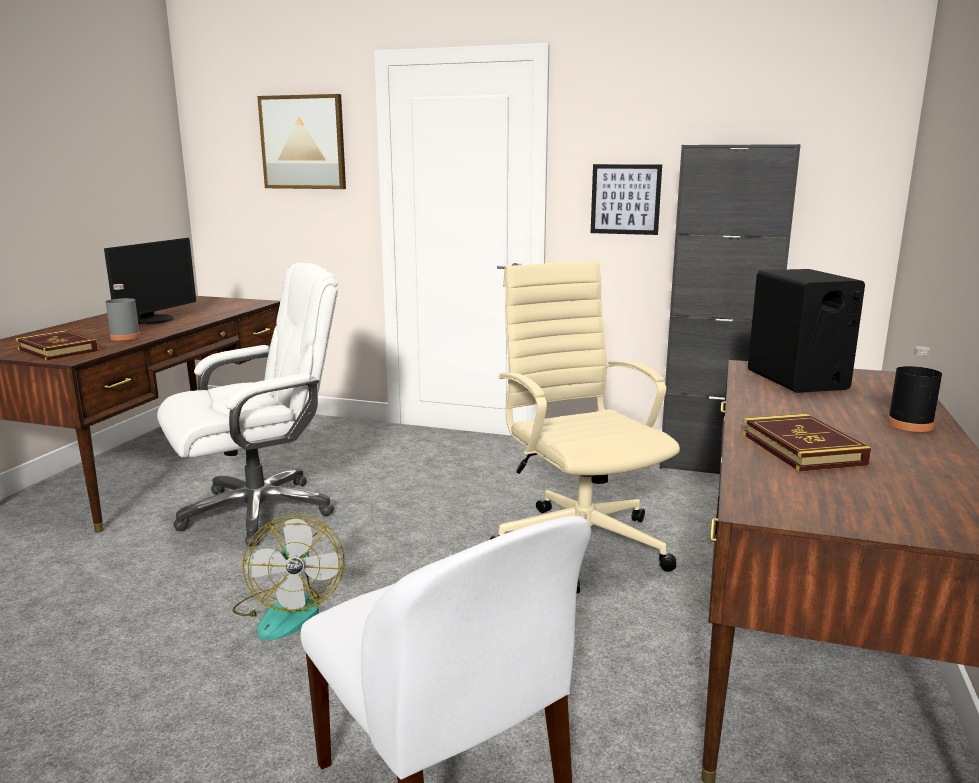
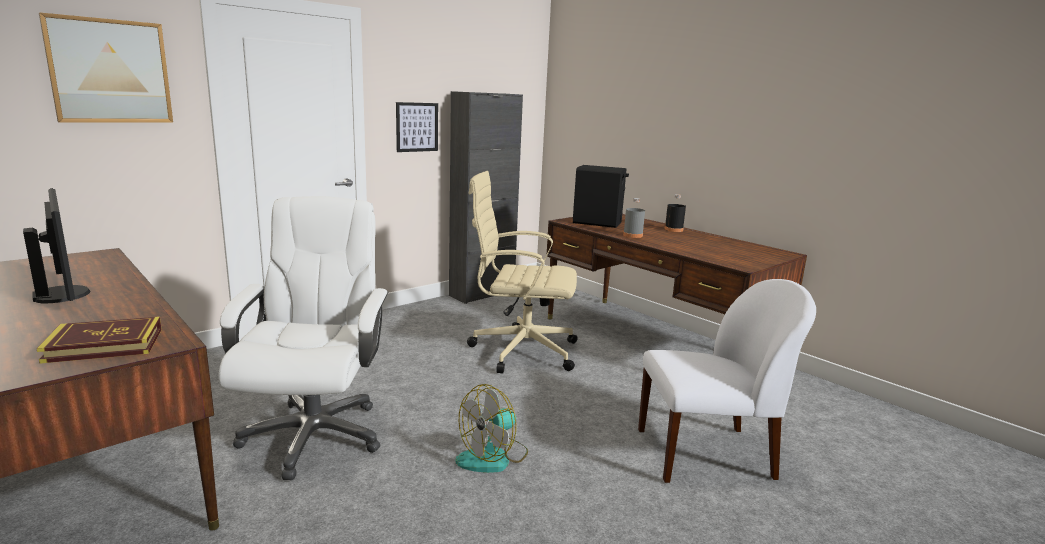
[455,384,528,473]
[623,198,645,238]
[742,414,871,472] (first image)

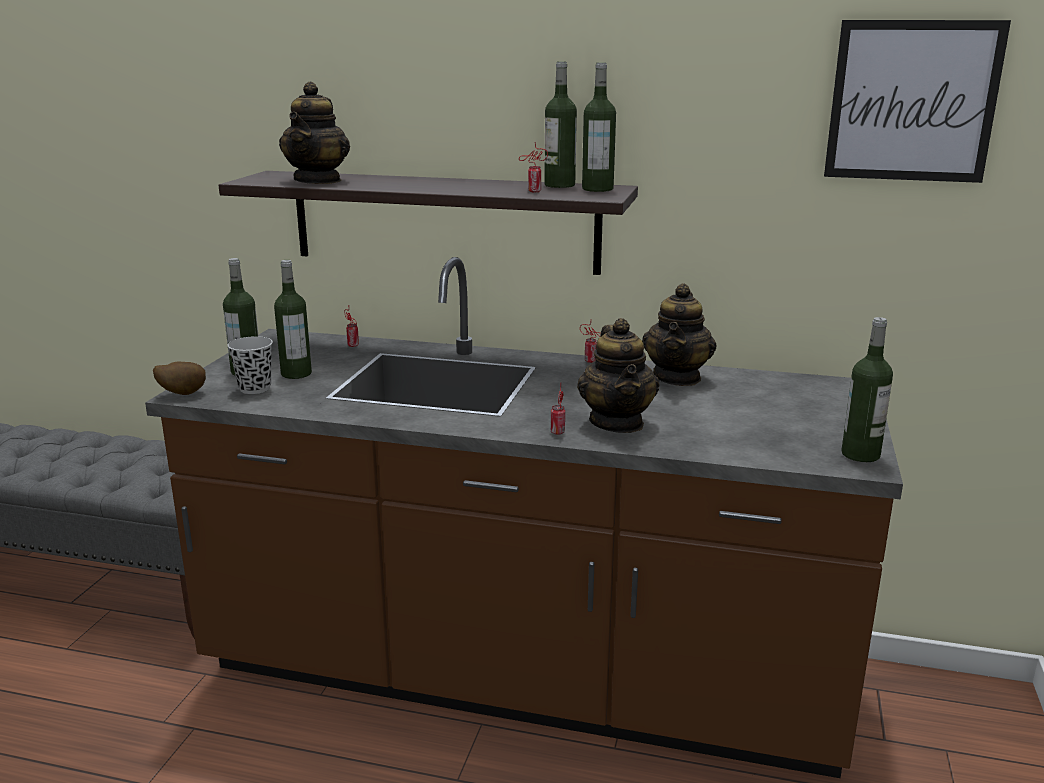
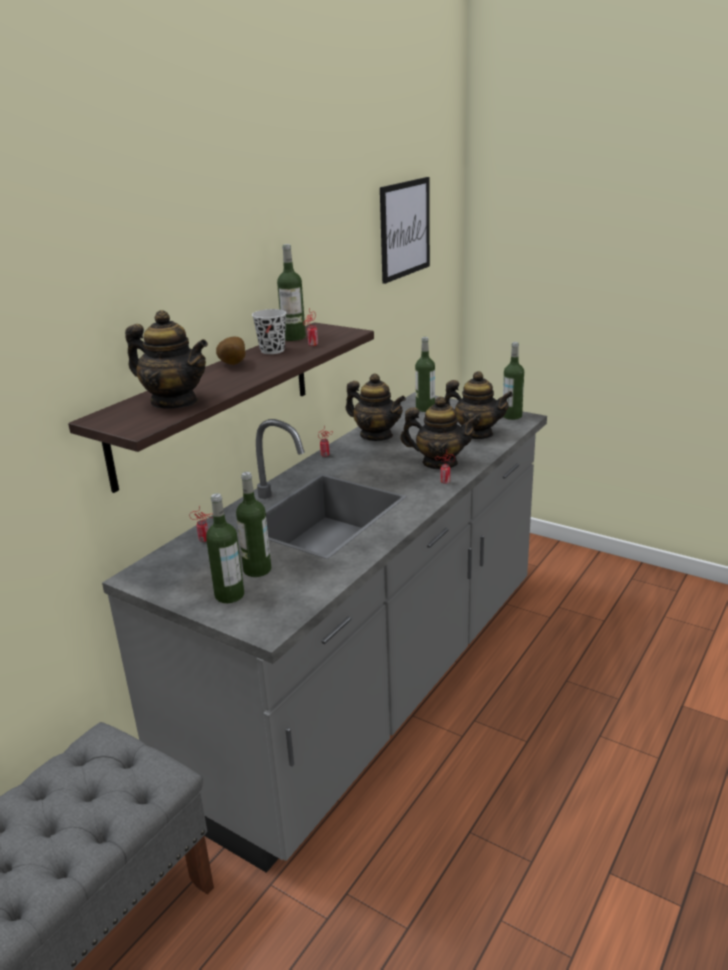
[102,392,547,873]
[216,337,246,365]
[252,309,286,354]
[415,337,435,412]
[444,371,513,439]

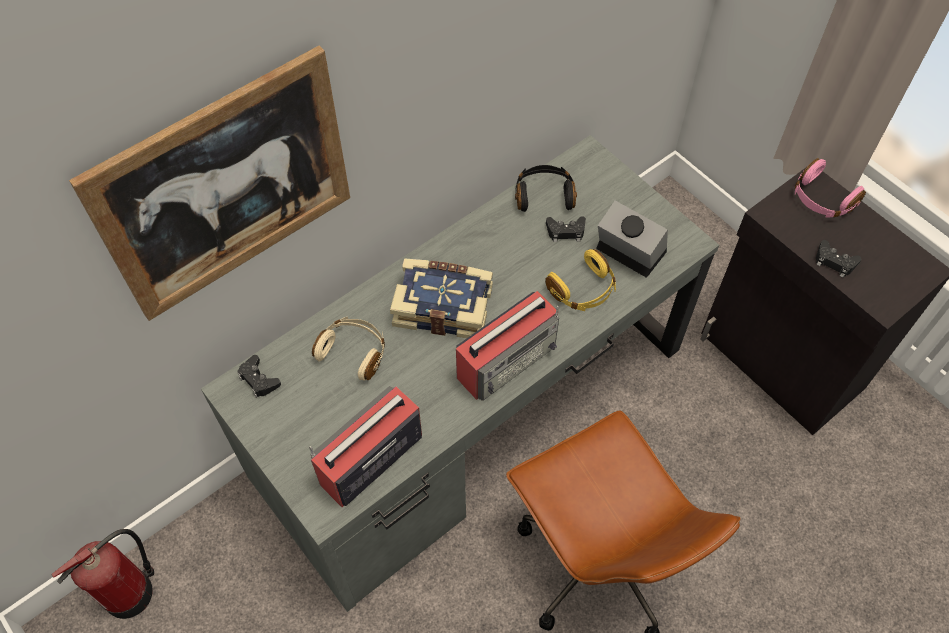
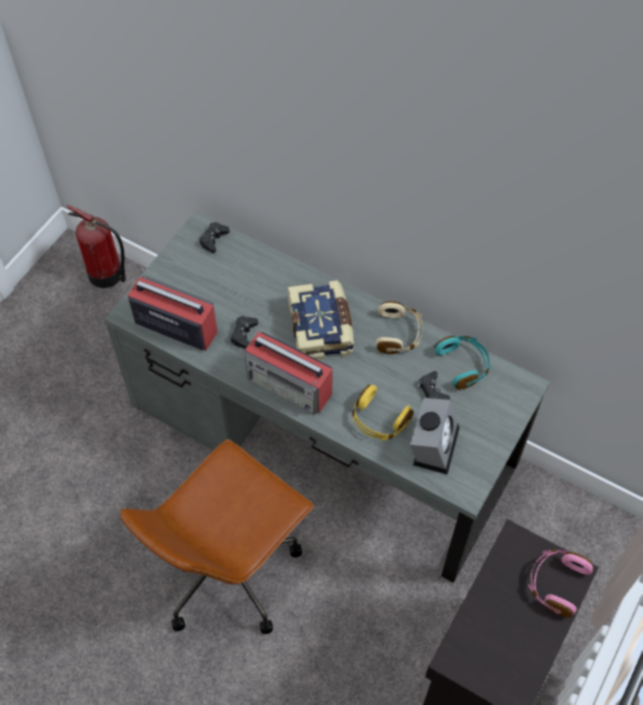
[230,316,258,349]
[376,301,423,354]
[434,336,492,390]
[69,46,350,321] (first image)

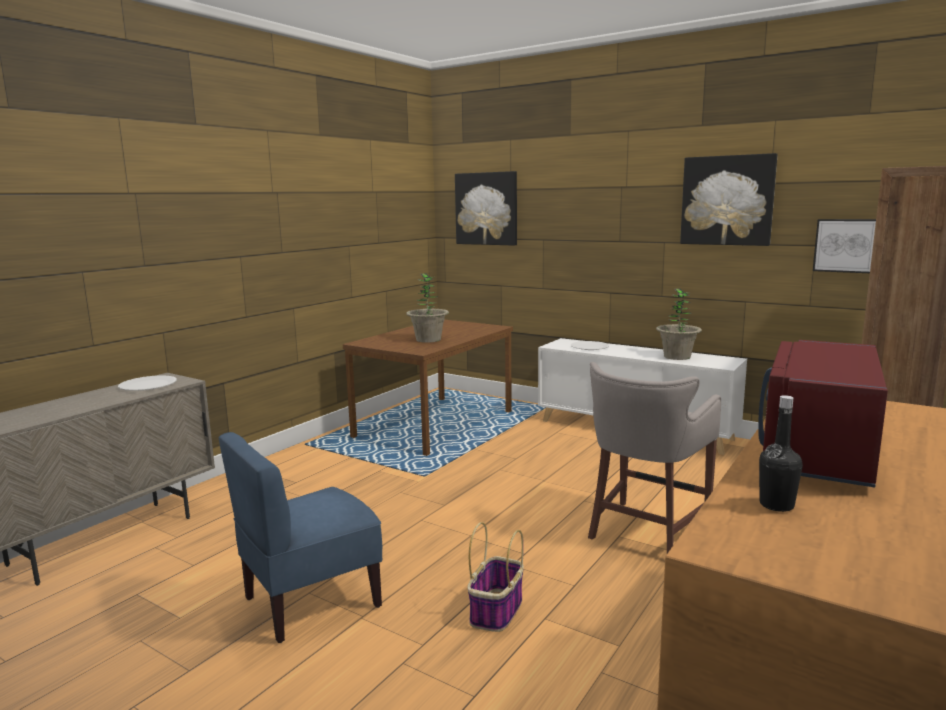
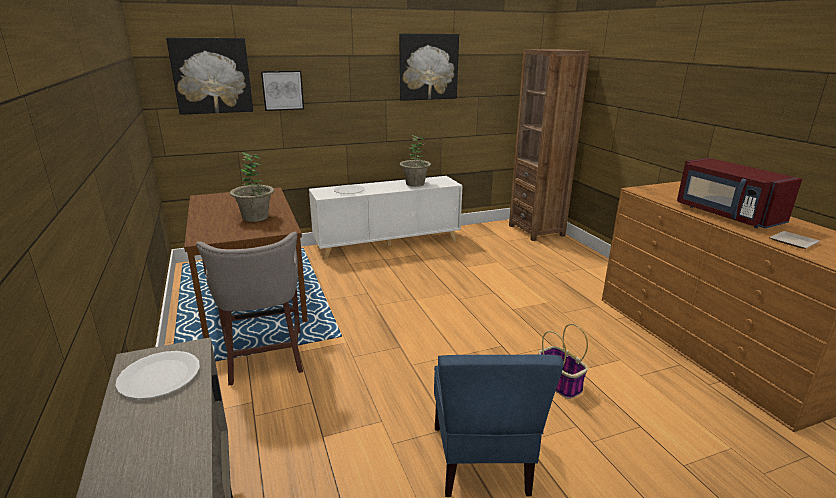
[196,232,303,385]
[261,71,304,111]
[769,231,820,249]

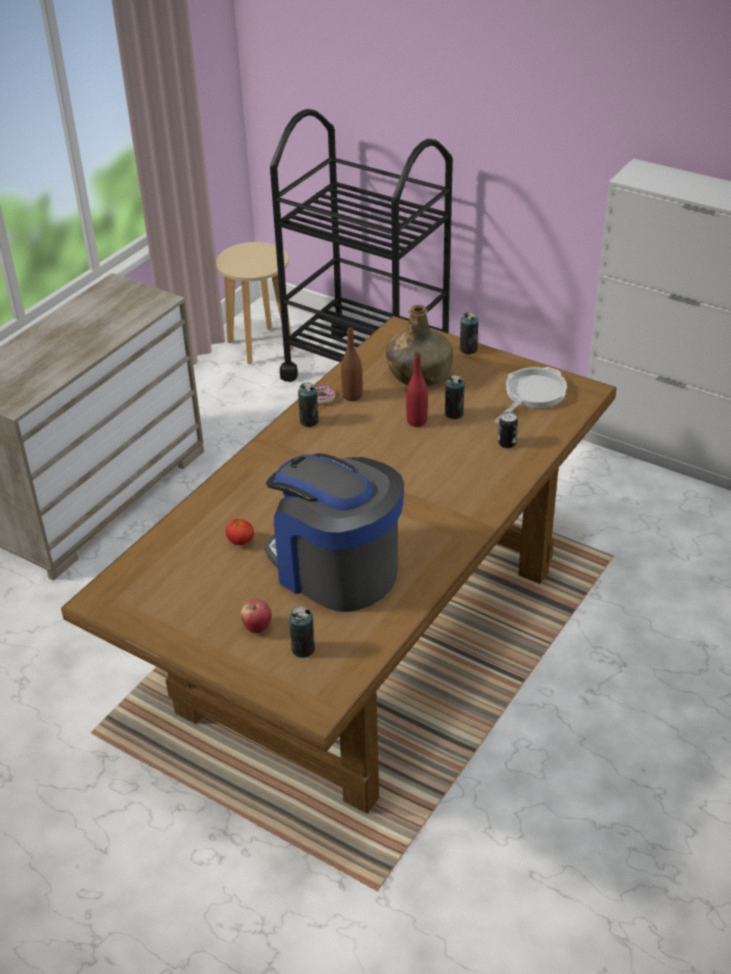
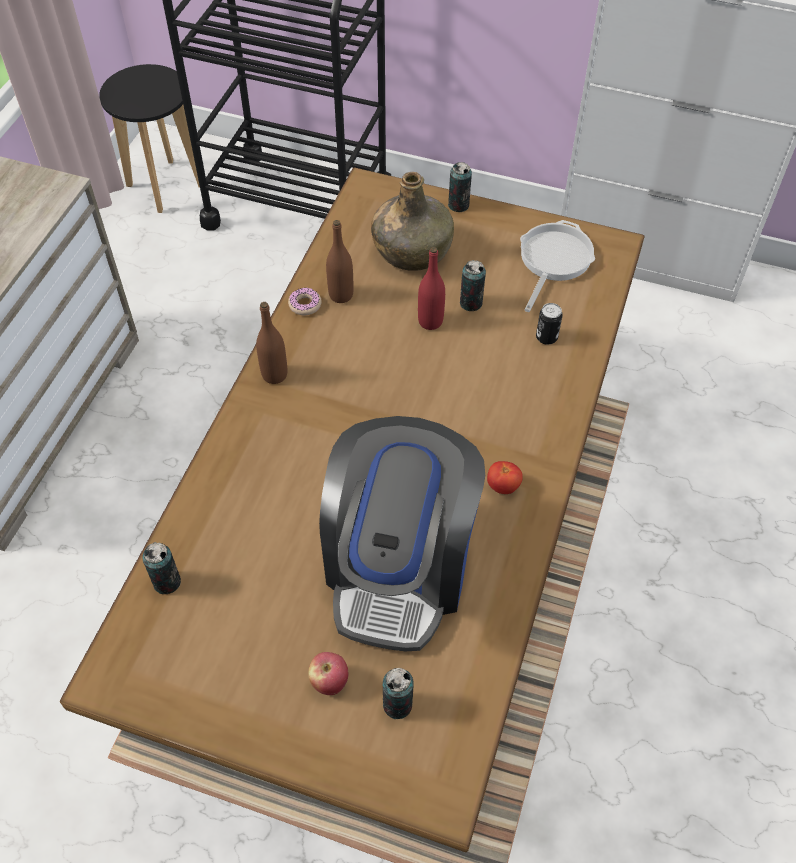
[99,64,200,213]
[142,542,181,594]
[256,302,287,384]
[319,416,485,651]
[487,461,523,494]

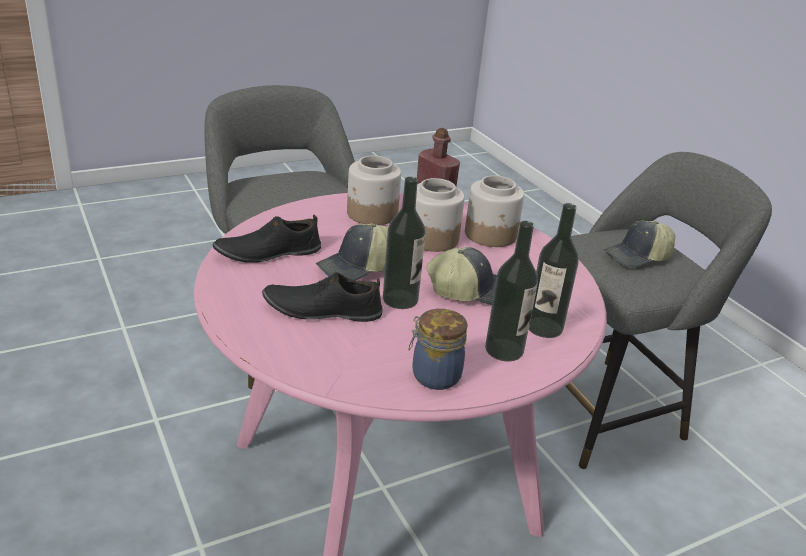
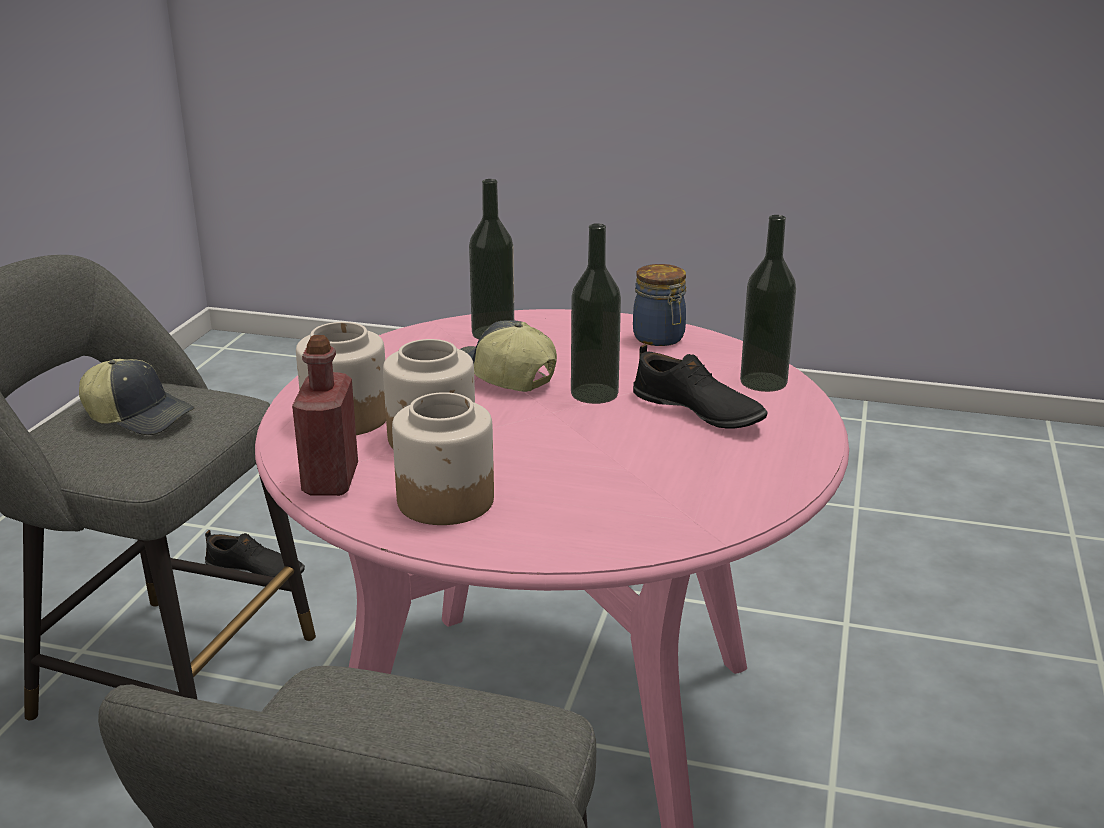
[205,530,305,577]
[740,215,796,392]
[316,223,388,280] (first image)

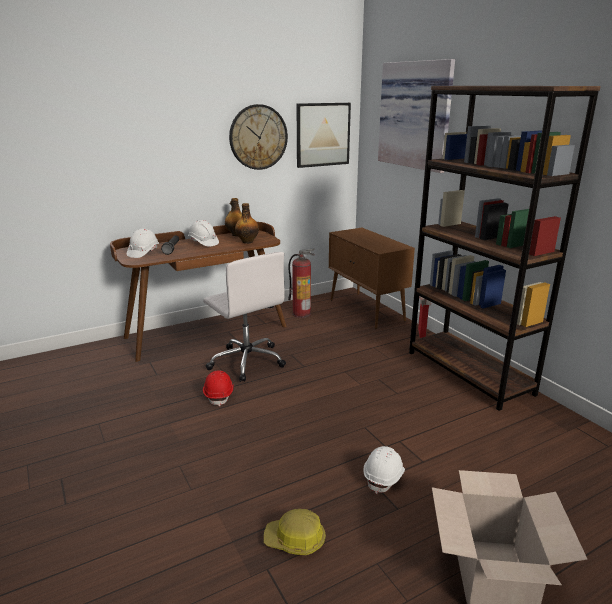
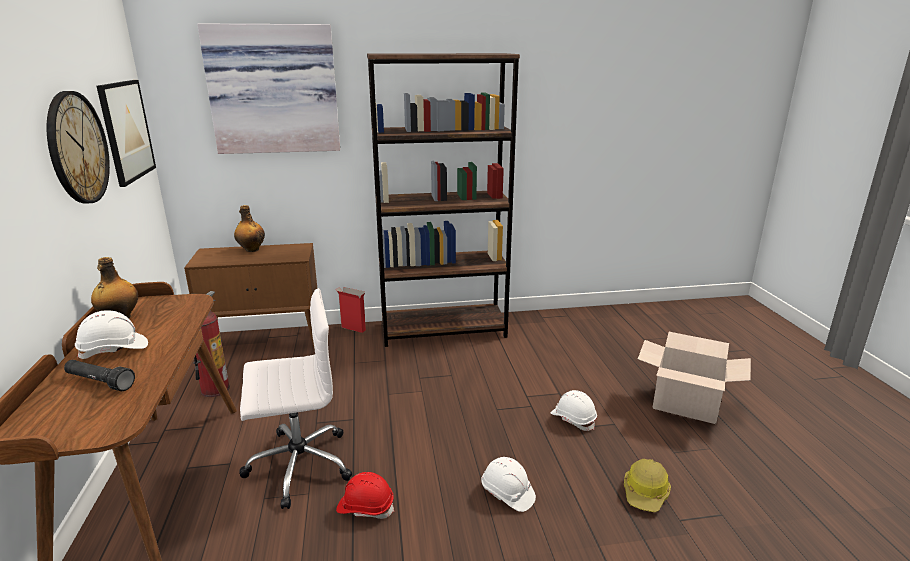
[234,205,265,252]
[481,457,536,512]

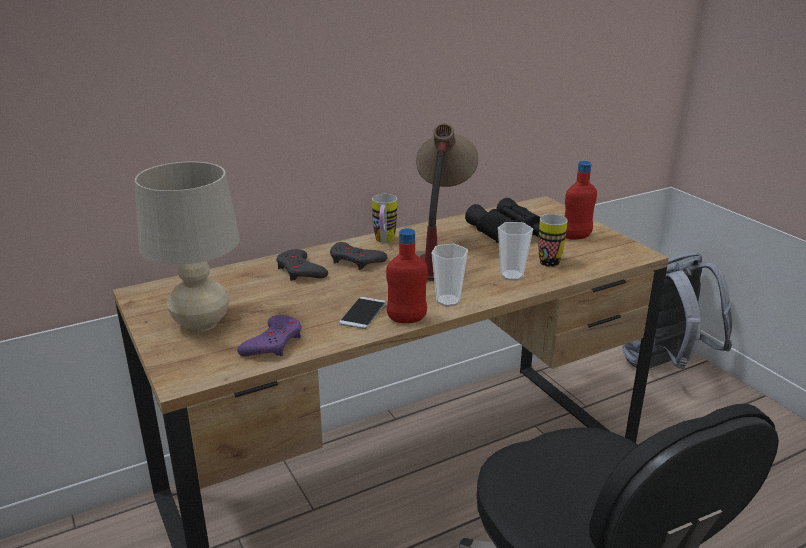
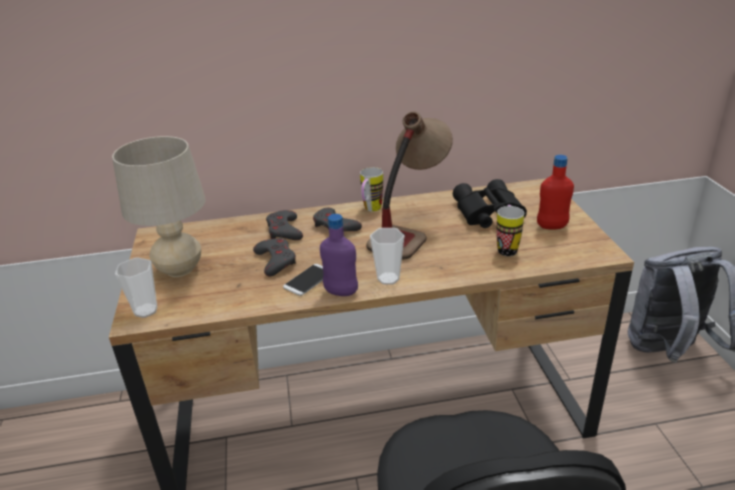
[115,257,157,318]
[253,238,296,276]
[320,214,358,296]
[237,315,302,357] (first image)

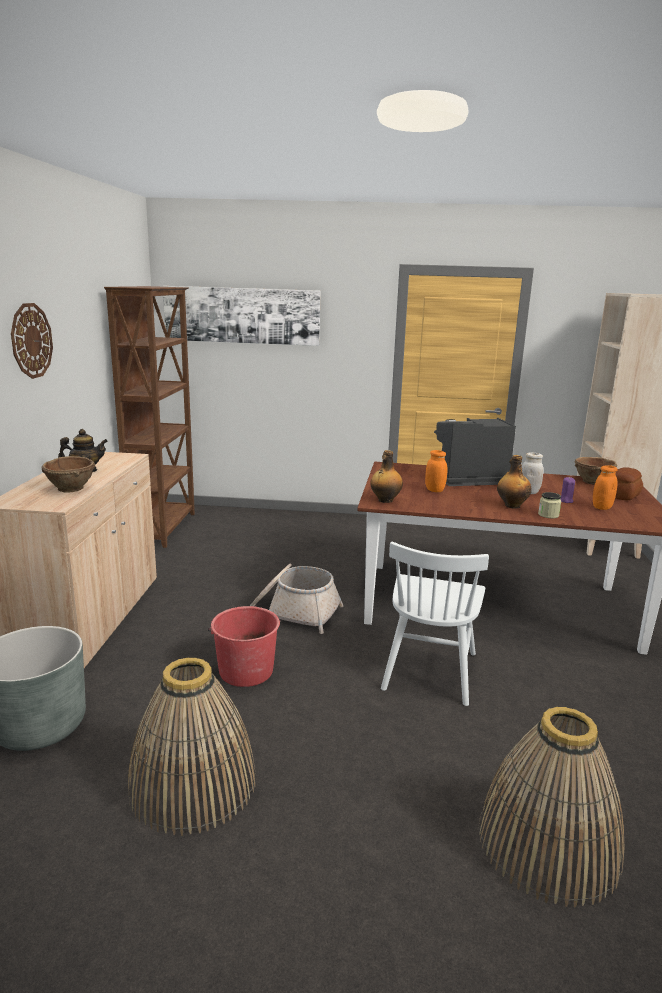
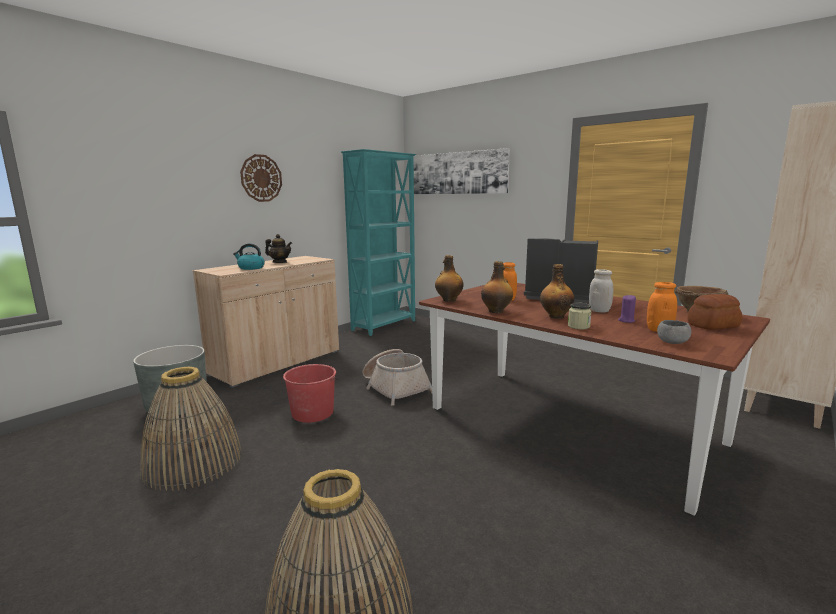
[233,243,265,270]
[341,149,417,336]
[481,261,513,313]
[657,320,691,344]
[381,542,489,706] (first image)

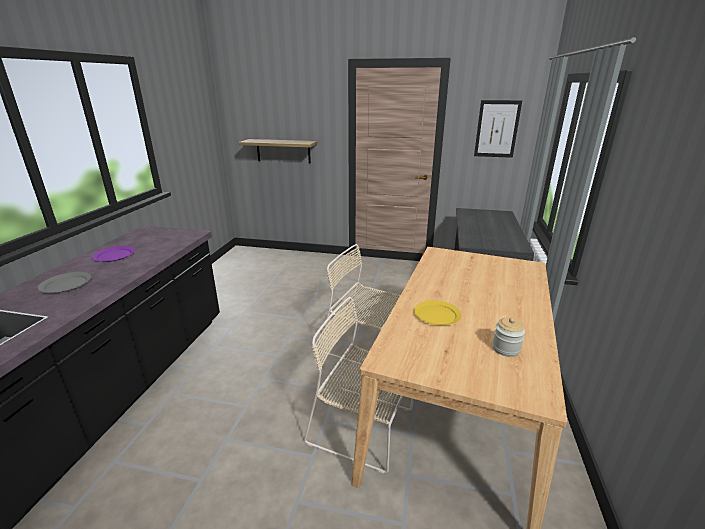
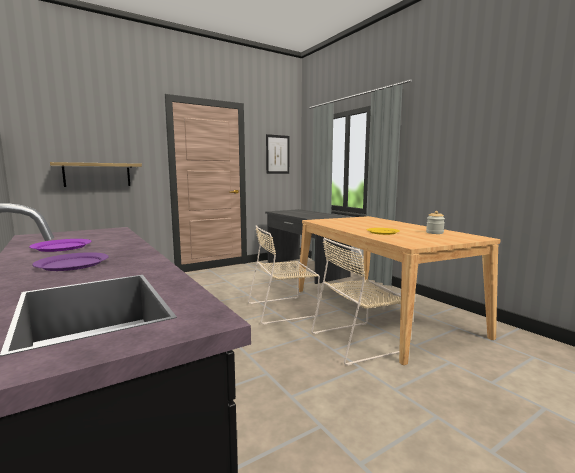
[32,252,109,271]

